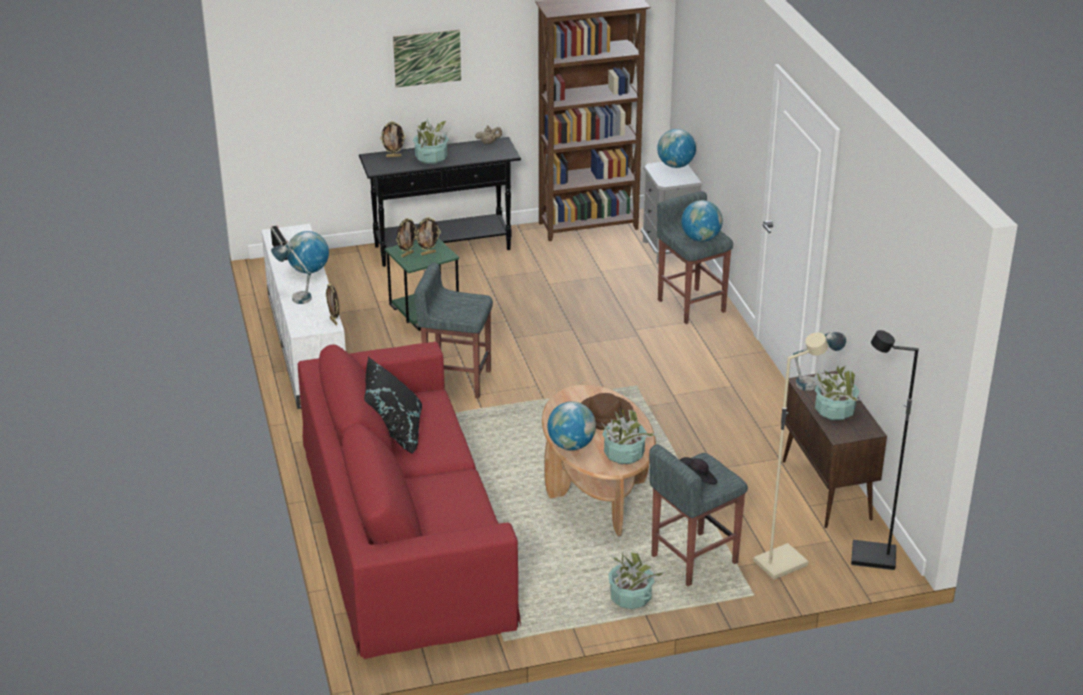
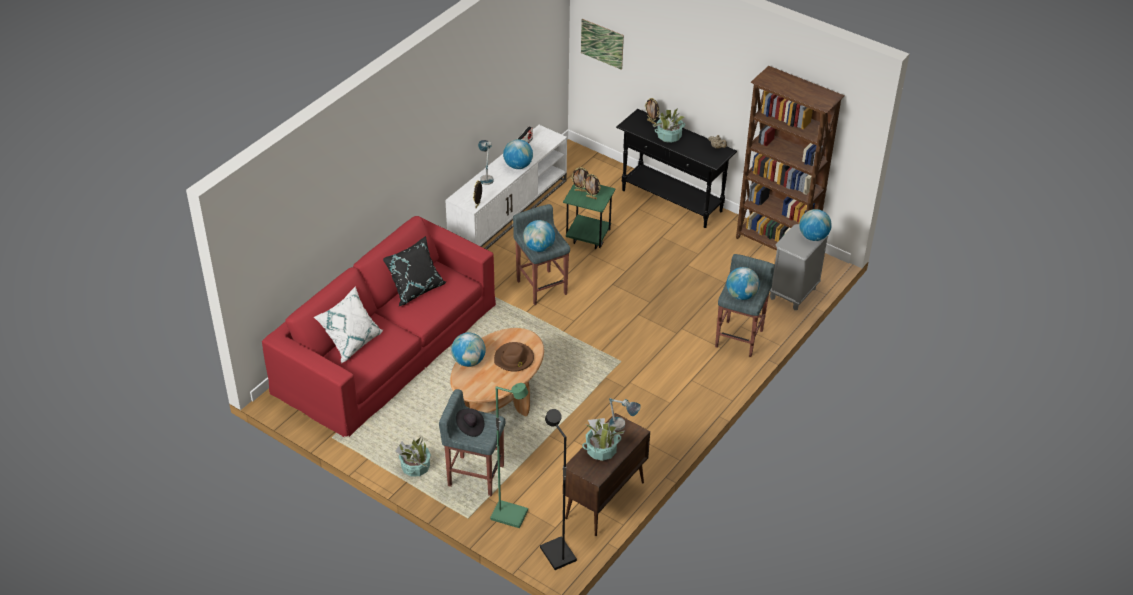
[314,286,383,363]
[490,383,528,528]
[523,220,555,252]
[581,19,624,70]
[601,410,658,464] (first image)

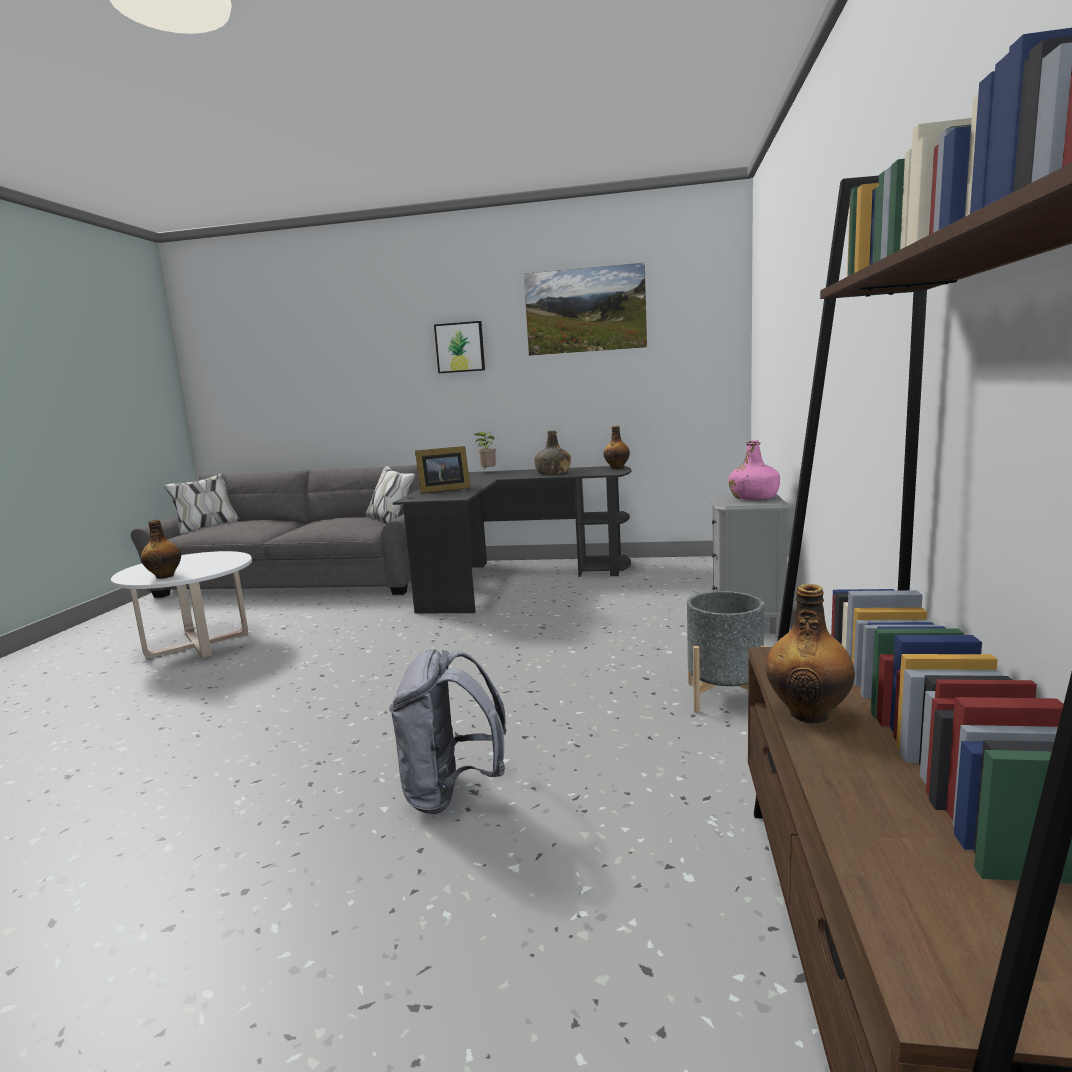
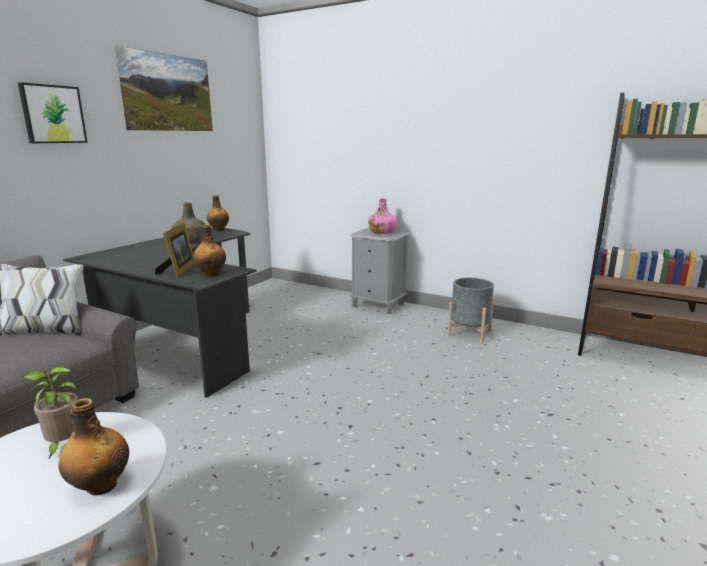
[22,367,78,460]
[193,224,226,277]
[389,649,507,814] (first image)

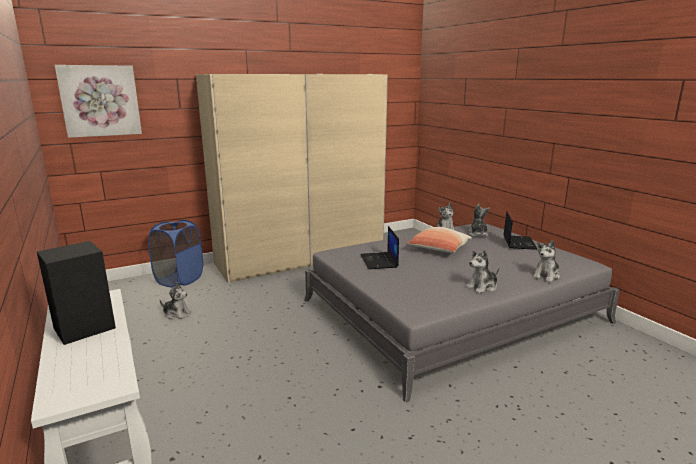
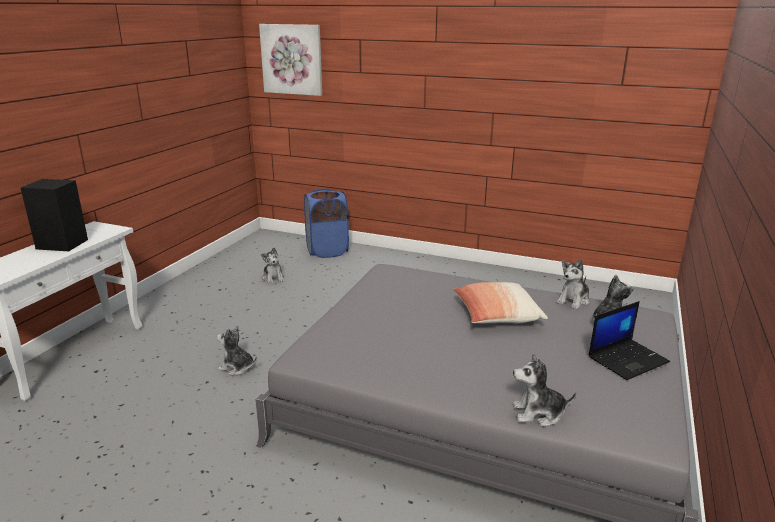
[217,326,257,375]
[196,74,388,283] (first image)
[360,226,399,269] (first image)

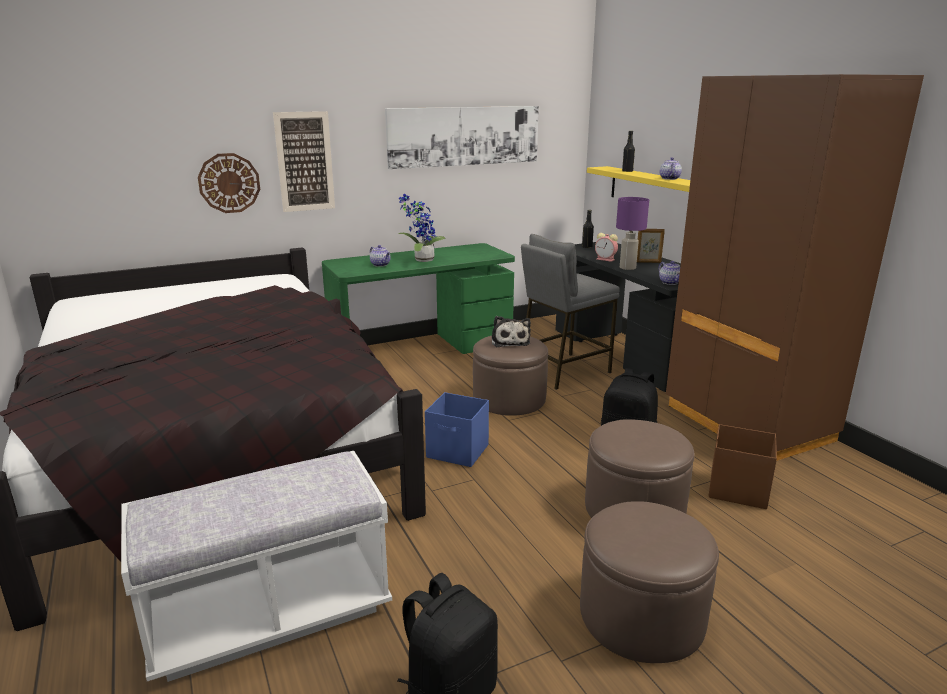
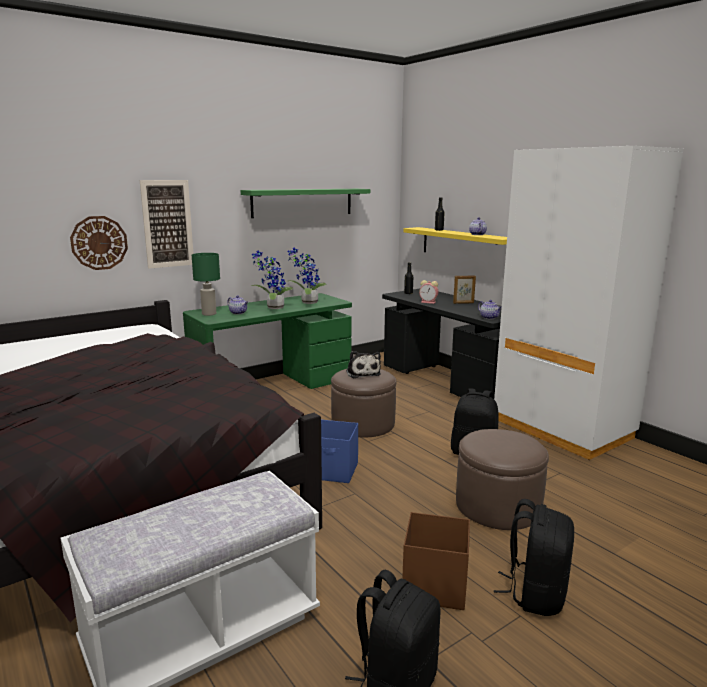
[192,253,220,316]
[241,189,370,218]
[285,248,327,304]
[402,512,470,610]
[494,146,683,460]
[494,499,574,616]
[521,234,620,390] (first image)
[616,197,649,270] (first image)

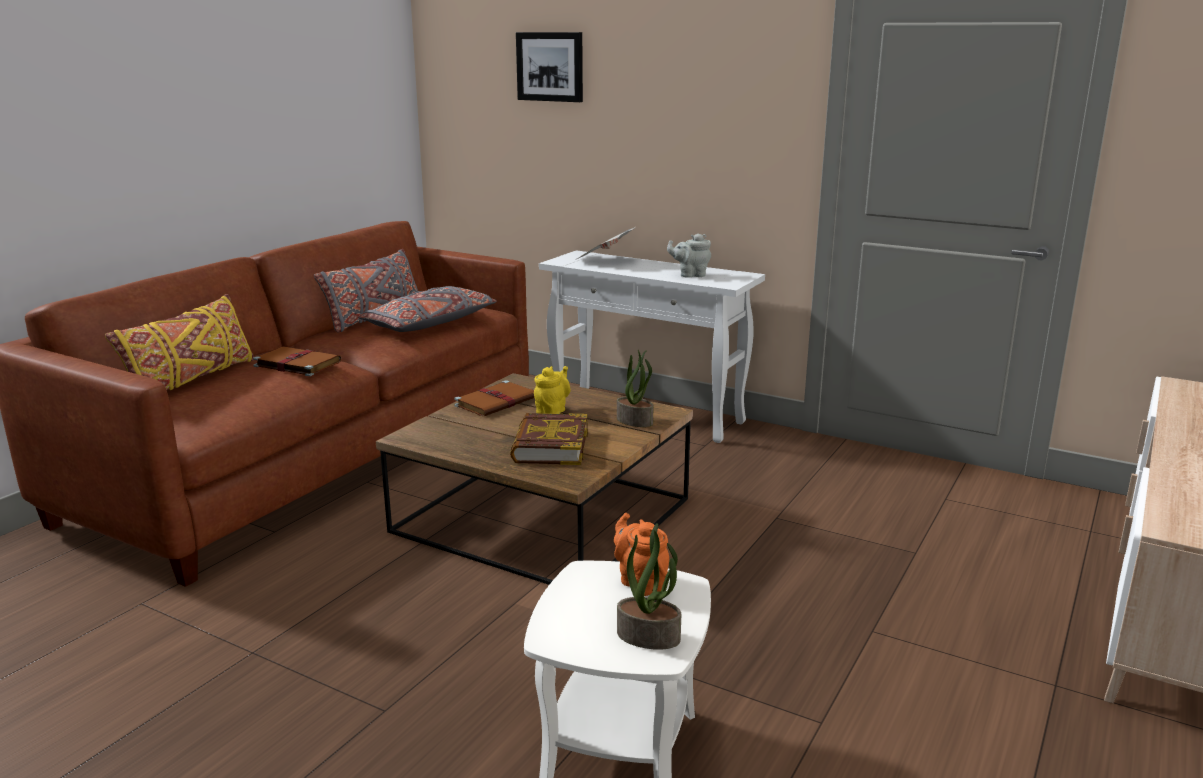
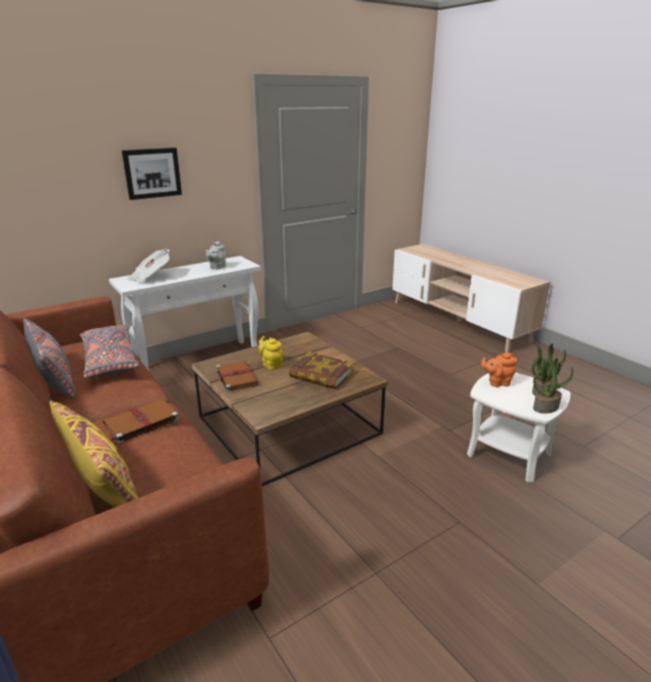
[122,148,182,200]
[533,357,573,413]

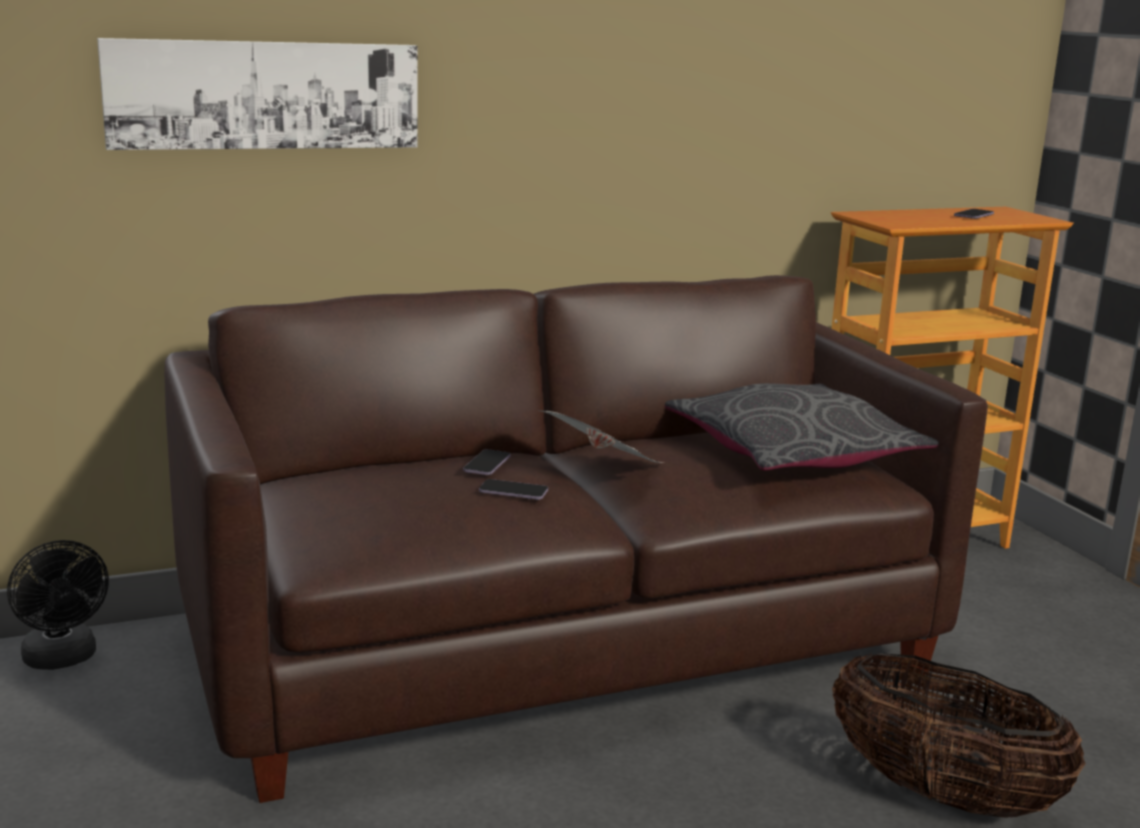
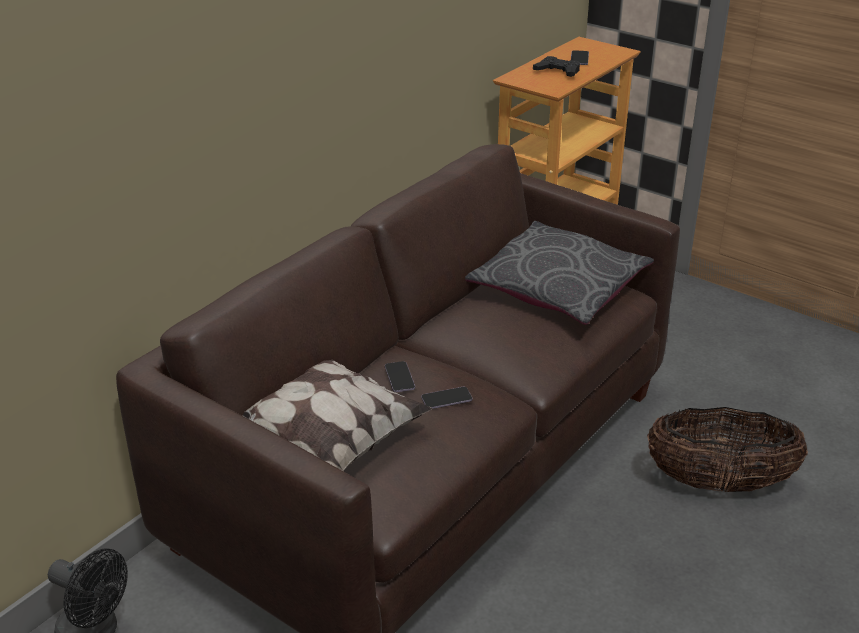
[243,359,432,471]
[533,56,580,77]
[97,38,418,150] (first image)
[541,411,664,463] (first image)

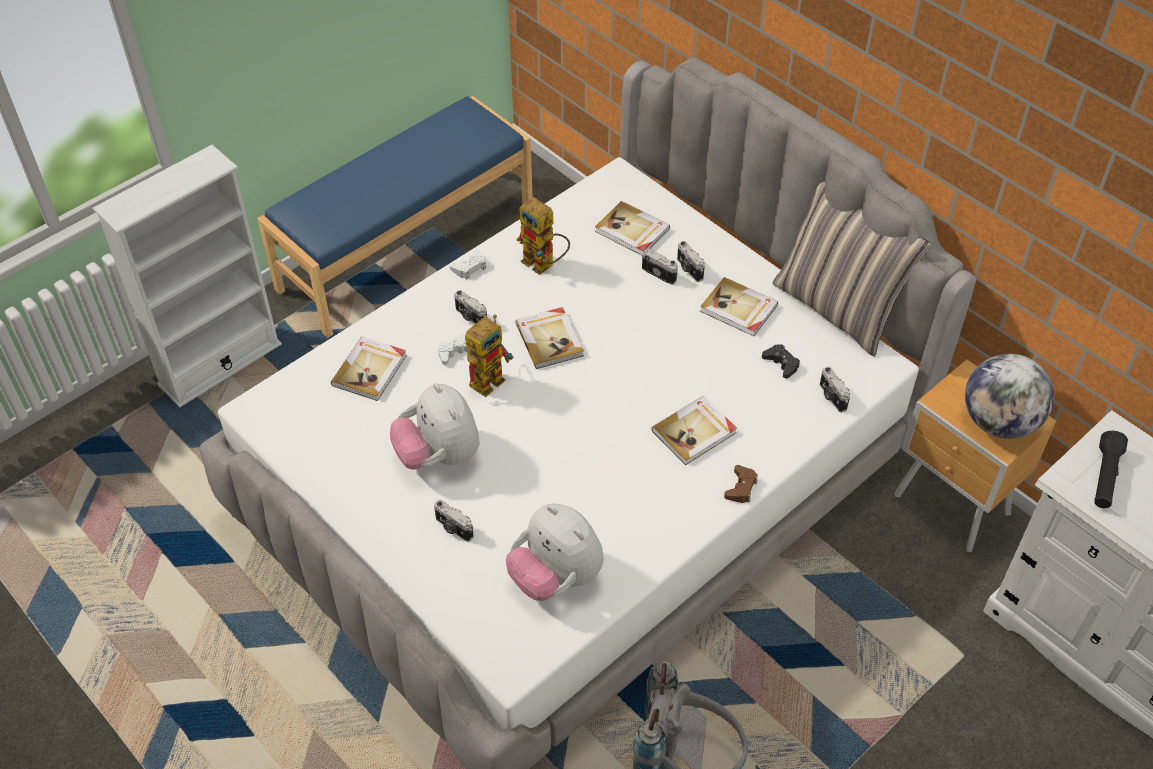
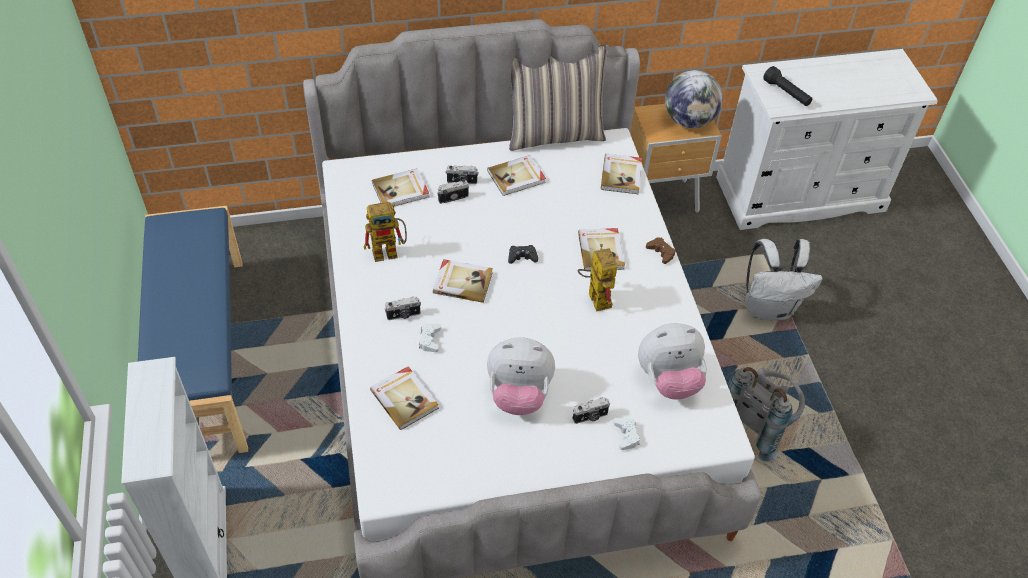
[508,245,538,264]
[578,244,617,312]
[601,154,642,194]
[614,417,640,450]
[745,239,823,320]

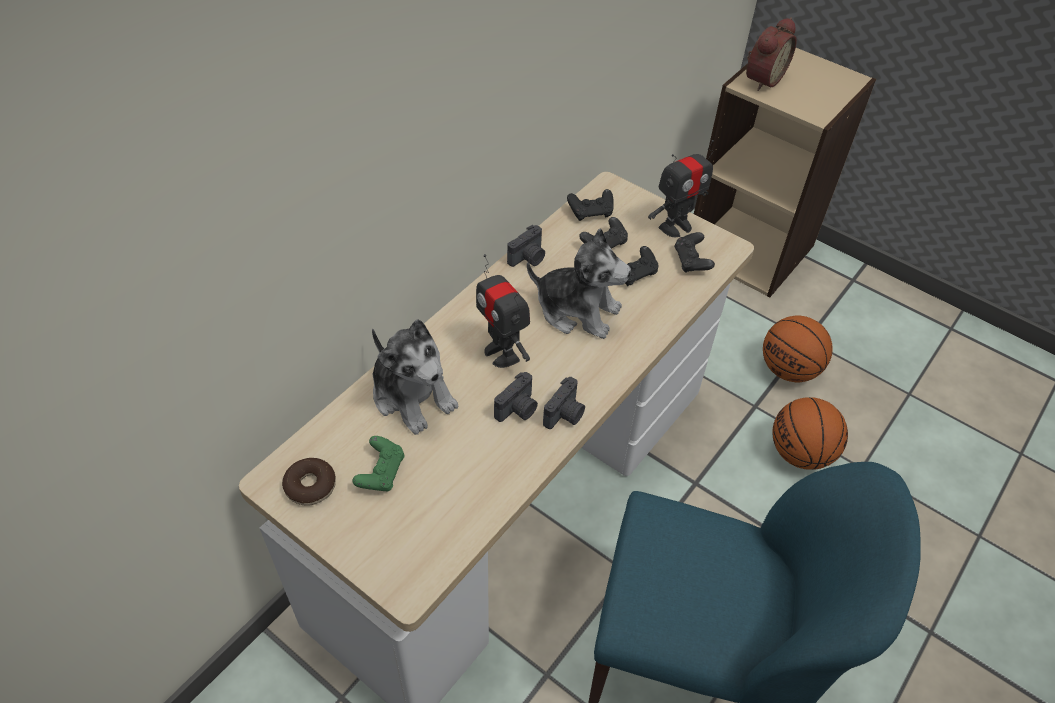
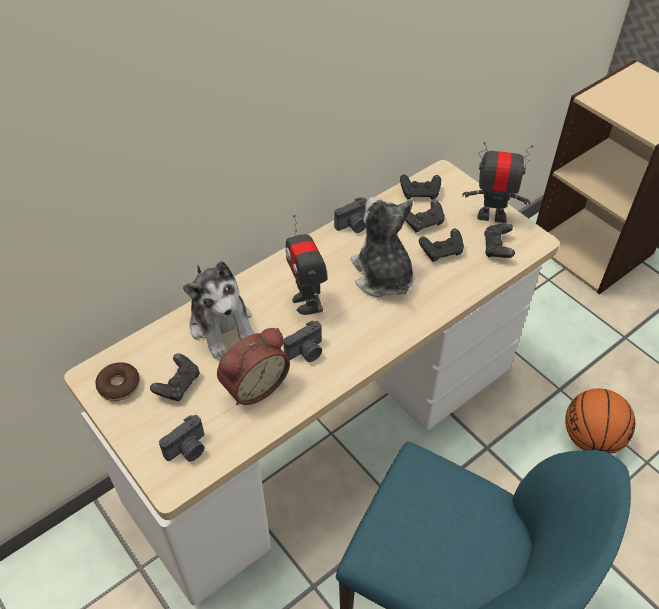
[150,353,200,401]
[159,415,204,462]
[217,328,290,405]
[350,197,415,298]
[462,142,533,223]
[763,315,833,383] (first image)

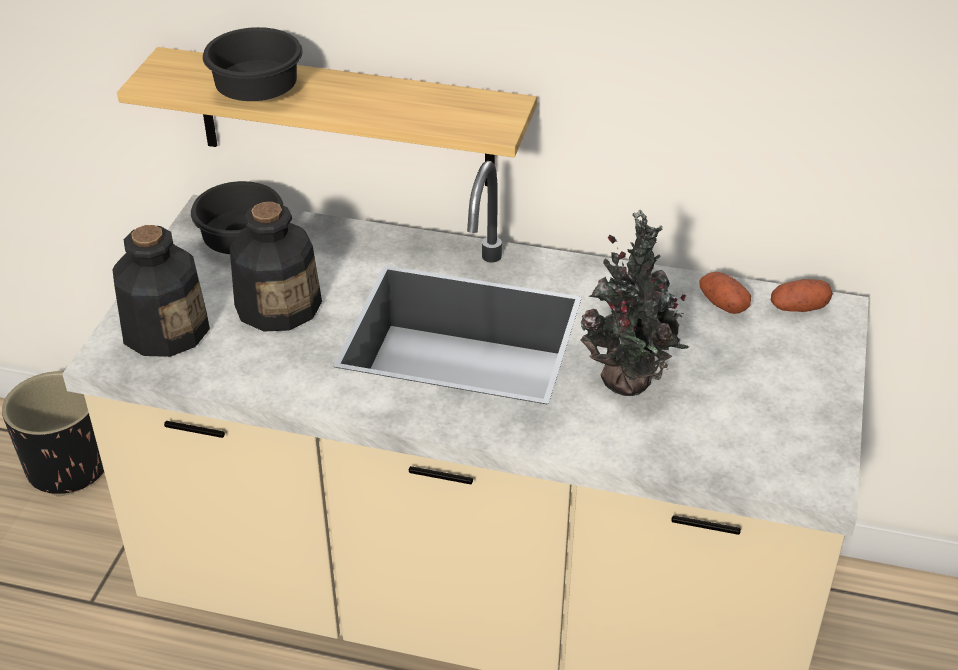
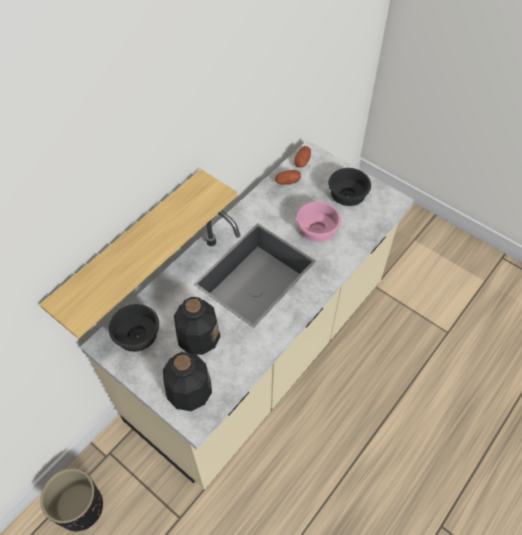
[296,201,341,242]
[328,168,371,206]

